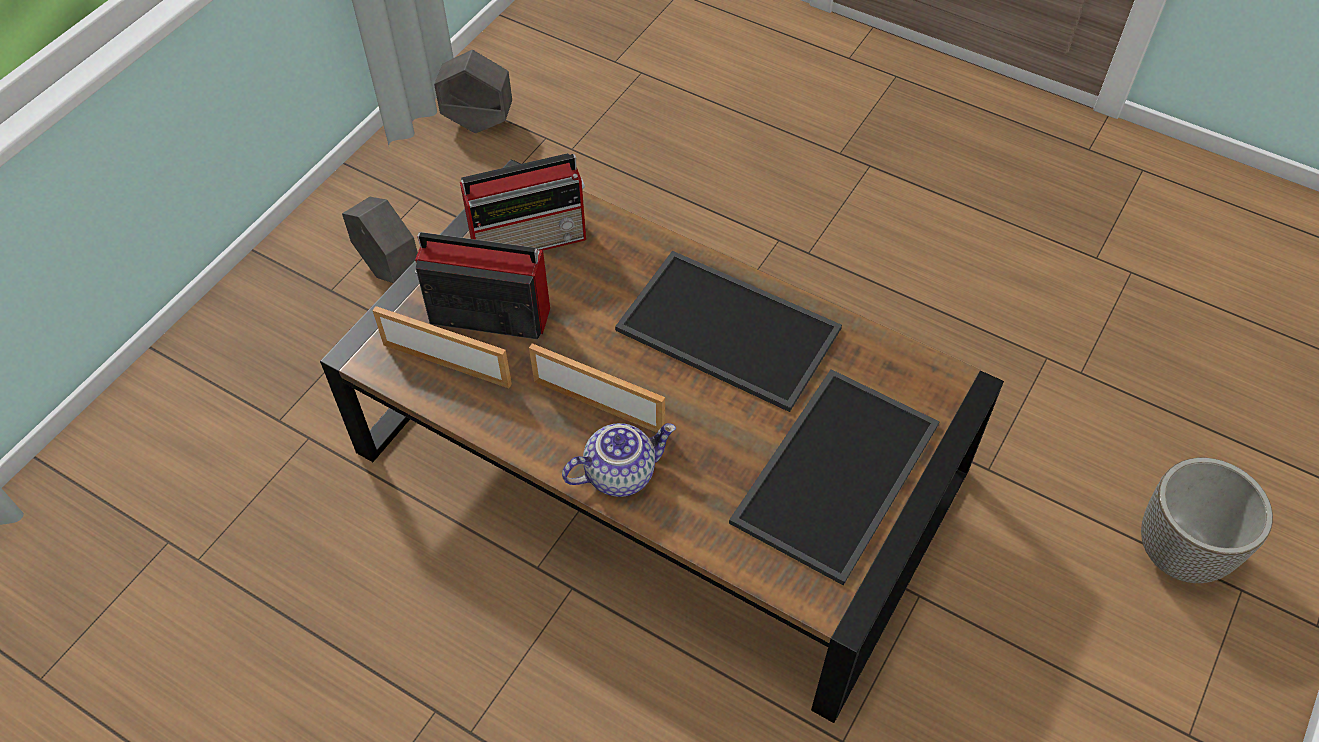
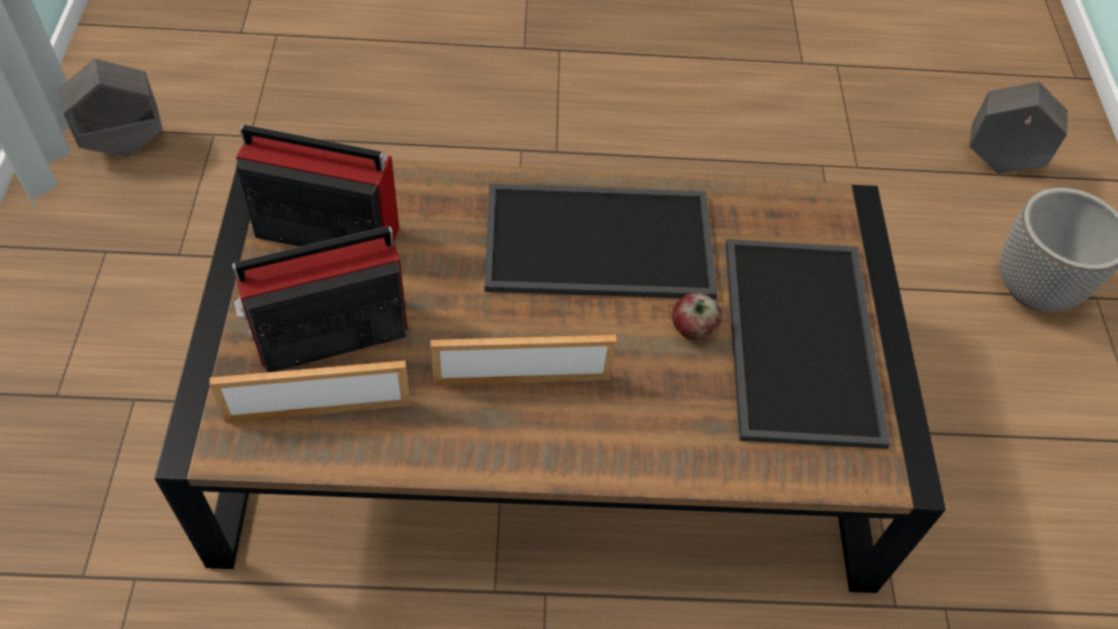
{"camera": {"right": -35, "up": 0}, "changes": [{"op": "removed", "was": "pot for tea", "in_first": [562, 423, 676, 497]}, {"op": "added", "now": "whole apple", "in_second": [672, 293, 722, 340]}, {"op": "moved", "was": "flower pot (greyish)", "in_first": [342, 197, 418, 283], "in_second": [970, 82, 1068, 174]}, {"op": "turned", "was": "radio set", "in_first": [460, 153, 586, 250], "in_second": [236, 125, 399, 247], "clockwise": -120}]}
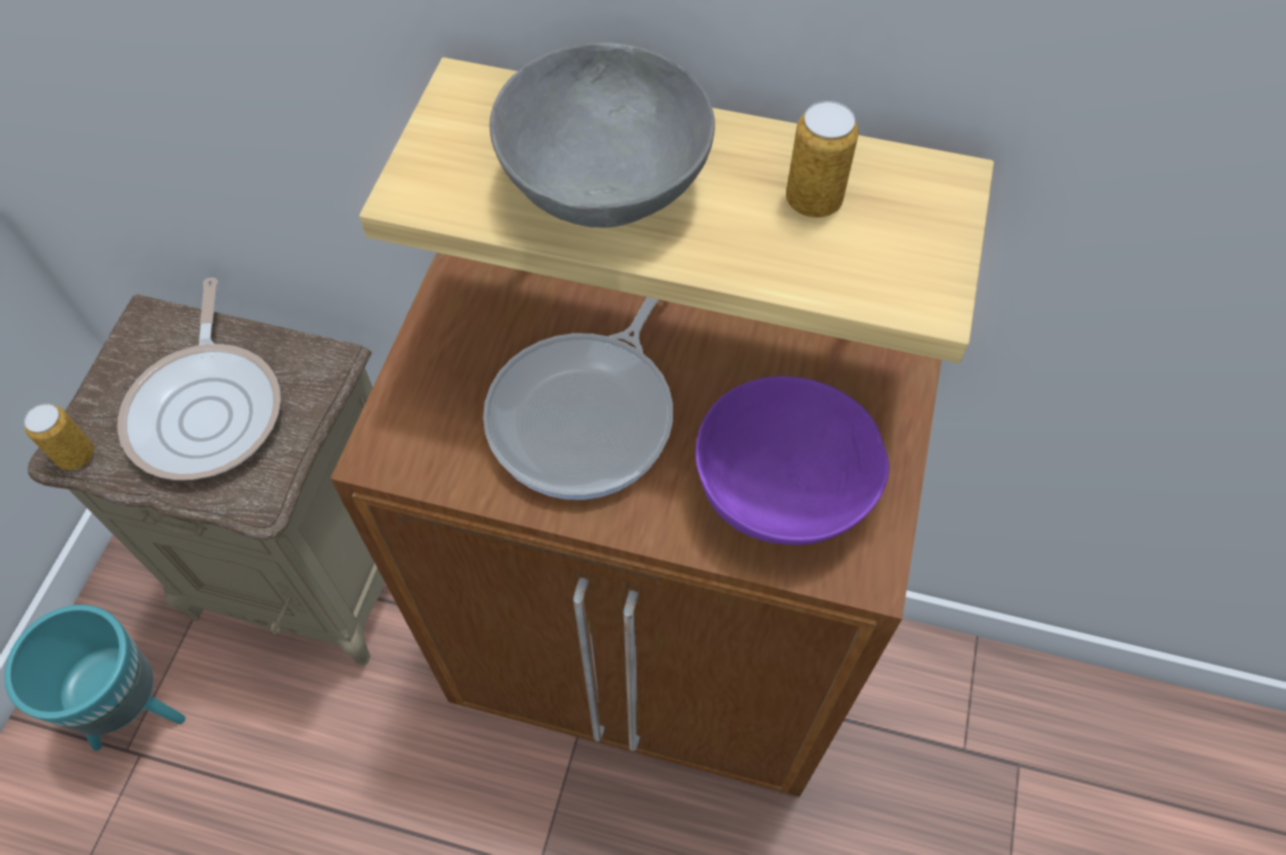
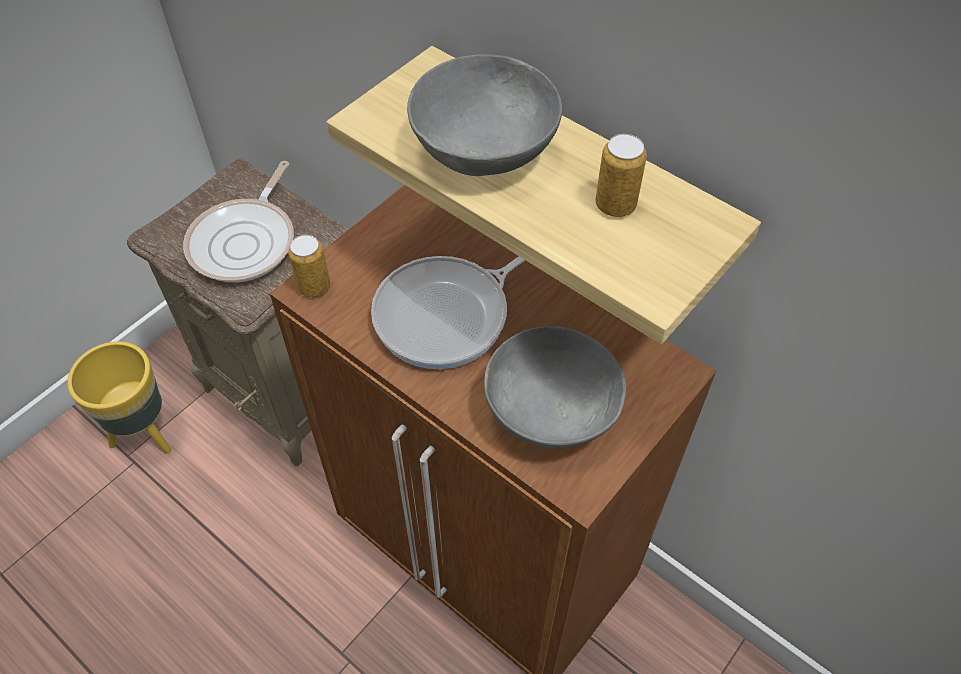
{"camera": {"right": 25, "up": -5}, "changes": [{"op": "moved", "was": "sealed can", "in_first": [24, 404, 94, 470], "in_second": [288, 235, 330, 297]}, {"op": "recoloured", "was": "flower pot (turquoise)", "now": "flower pot (yellow)", "in_first": [4, 605, 185, 751], "in_second": [67, 341, 171, 454]}, {"op": "recoloured", "was": "bowl (purple)", "now": "bowl (greyish)", "in_first": [695, 376, 889, 545], "in_second": [484, 326, 626, 448]}]}
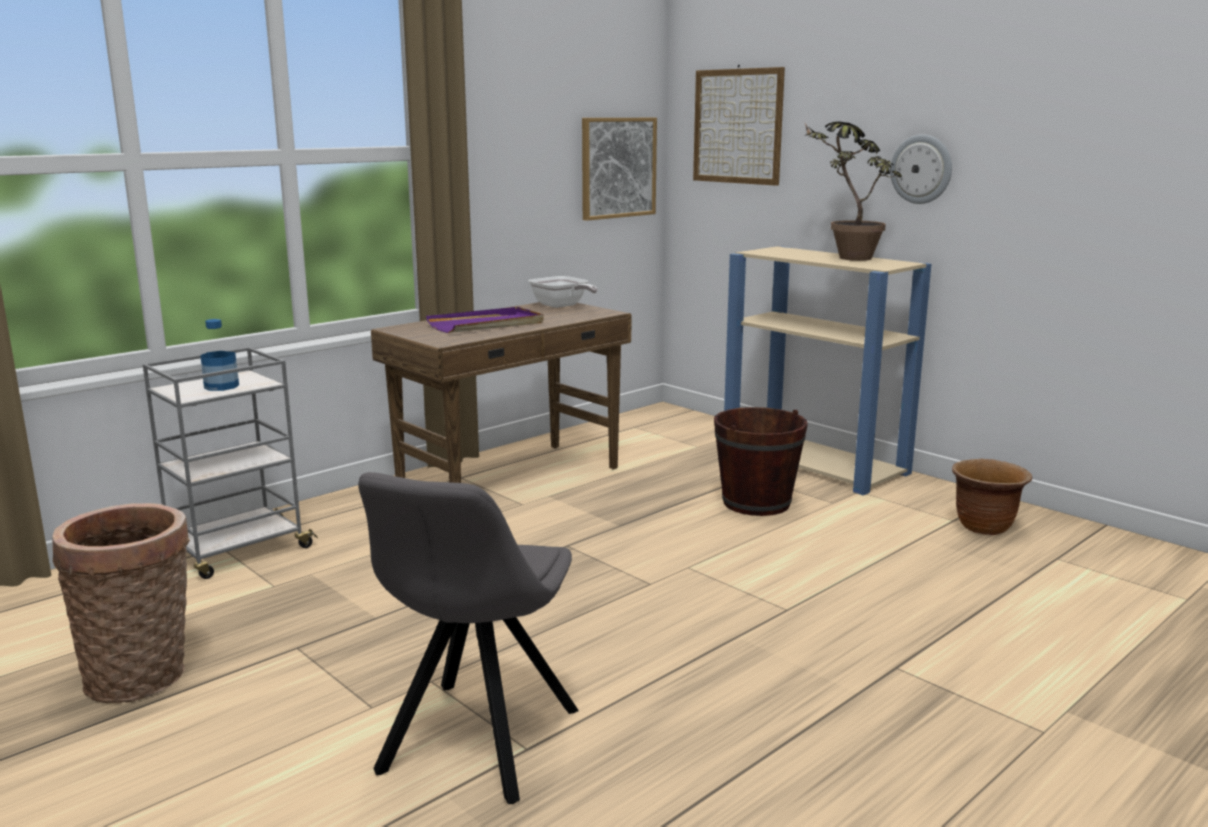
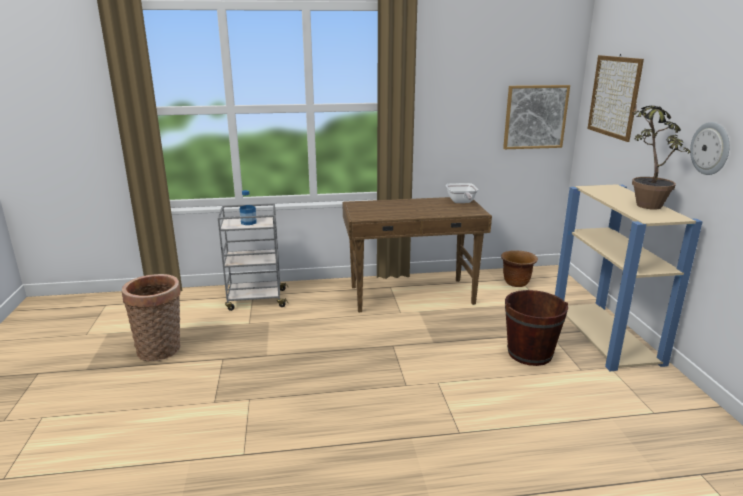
{"camera": {"right": 35, "up": 5}, "changes": [{"op": "removed", "was": "upright chair (greyish)", "in_first": [358, 472, 579, 804]}, {"op": "removed", "was": "tray (purple)", "in_first": [426, 307, 544, 333]}, {"op": "moved", "was": "flower pot (brown-coloured)", "in_first": [952, 459, 1032, 535], "in_second": [501, 250, 538, 287]}]}
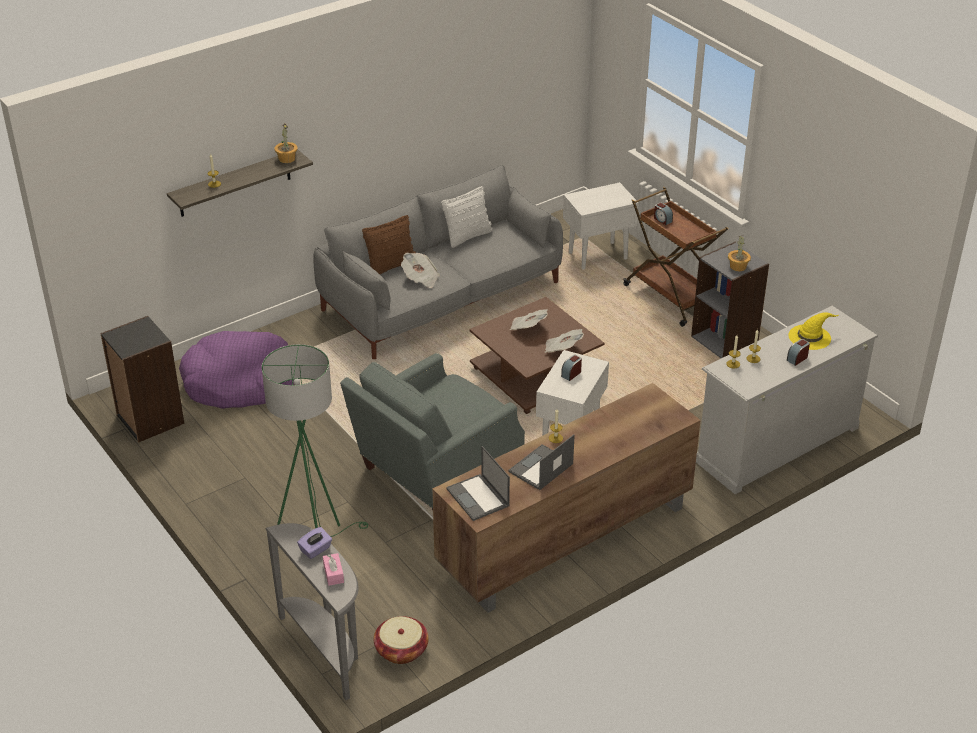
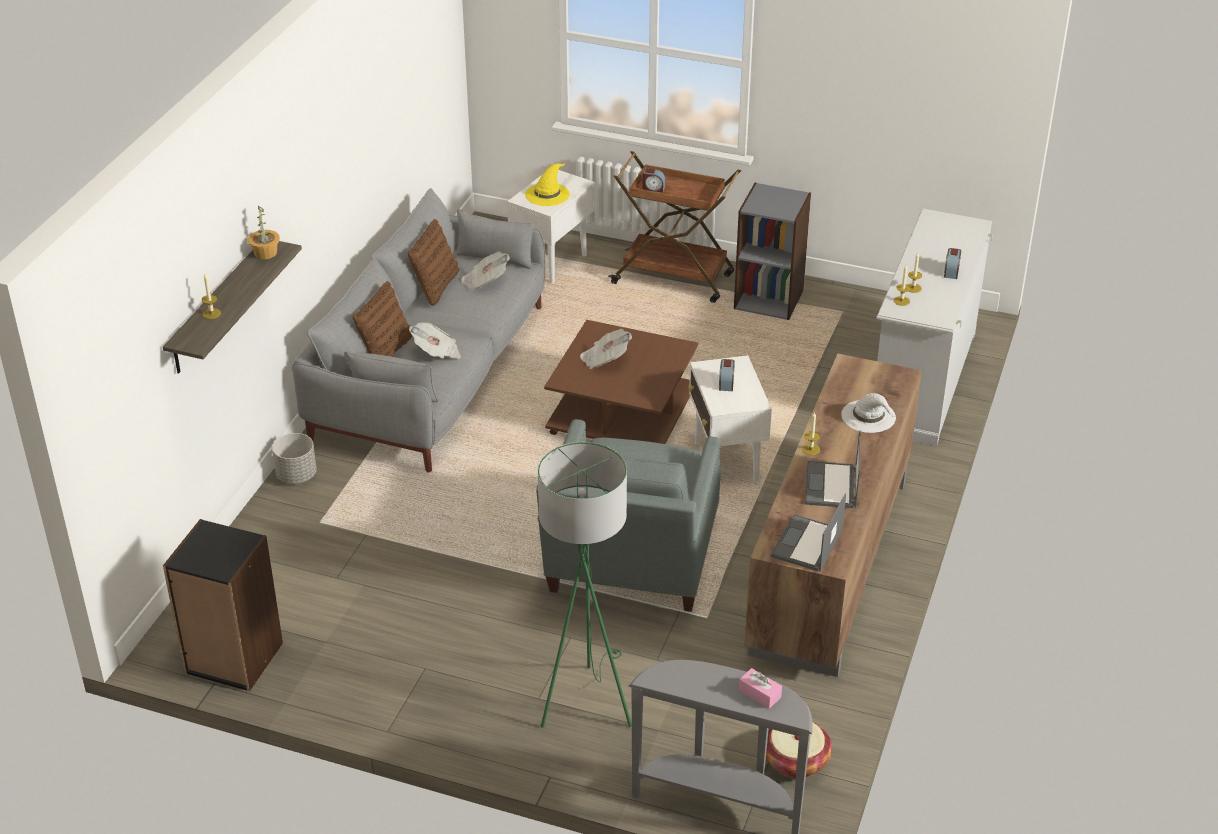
{"camera": {"right": -35, "up": 0}, "changes": [{"op": "removed", "was": "dog bed (purple)", "in_first": [179, 331, 295, 409]}, {"op": "removed", "was": "tissue holder (purple)", "in_first": [297, 527, 332, 559]}, {"op": "removed", "was": "plant in a pot", "in_first": [728, 236, 751, 271]}, {"op": "added", "now": "flower pot (greyish)", "in_second": [272, 433, 317, 484]}, {"op": "added", "now": "hat (white-coloured)", "in_second": [841, 393, 896, 433]}, {"op": "moved", "was": "printed paper", "in_first": [545, 329, 584, 353], "in_second": [461, 251, 510, 291]}, {"op": "moved", "was": "hat (yellow)", "in_first": [788, 312, 839, 350], "in_second": [525, 163, 570, 206]}, {"op": "recoloured", "was": "pillow (white-coloured)", "now": "pillow (brown-coloured)", "in_first": [441, 186, 493, 248], "in_second": [407, 219, 460, 306]}, {"op": "turned", "was": "laptop", "in_first": [446, 446, 510, 521], "in_second": [771, 493, 846, 572], "clockwise": 90}]}
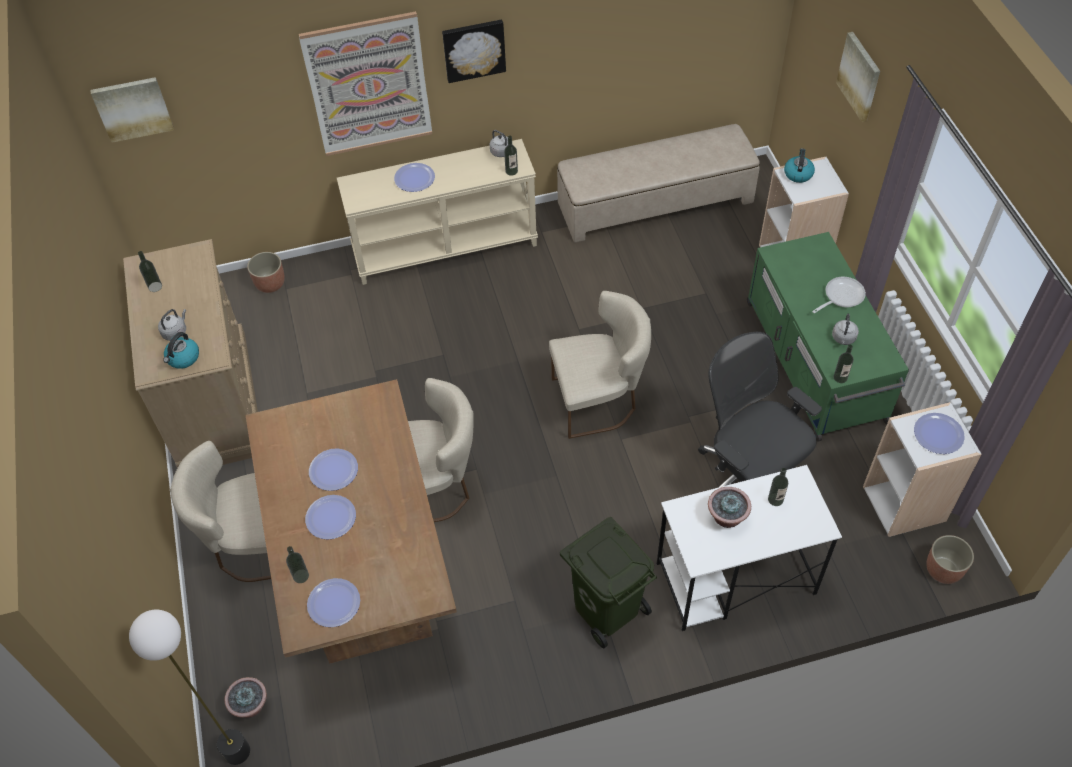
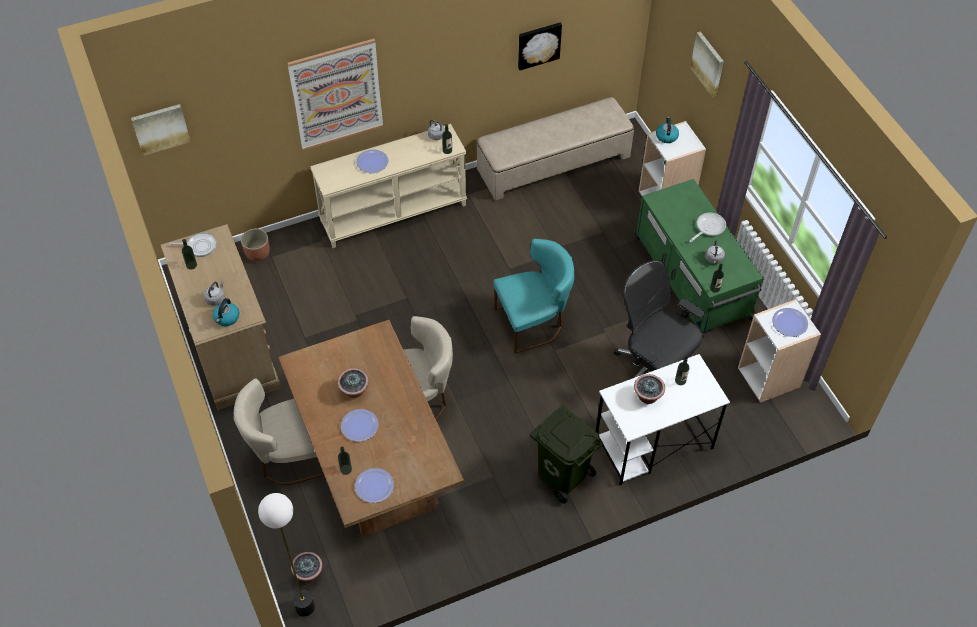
{"camera": {"right": -10, "up": 0}, "changes": [{"op": "removed", "was": "flower pot", "in_first": [926, 535, 974, 584]}, {"op": "added", "now": "pan", "in_second": [169, 232, 217, 257]}, {"op": "moved", "was": "wall art", "in_first": [442, 20, 506, 83], "in_second": [518, 23, 562, 70]}, {"op": "replaced", "was": "flat dish", "now": "plant in a pot", "in_first": [309, 448, 358, 491], "in_second": [338, 368, 369, 398]}, {"op": "recoloured", "was": "upright chair (beige)", "now": "upright chair (turquoise)", "in_first": [549, 291, 651, 439], "in_second": [494, 239, 574, 353]}]}
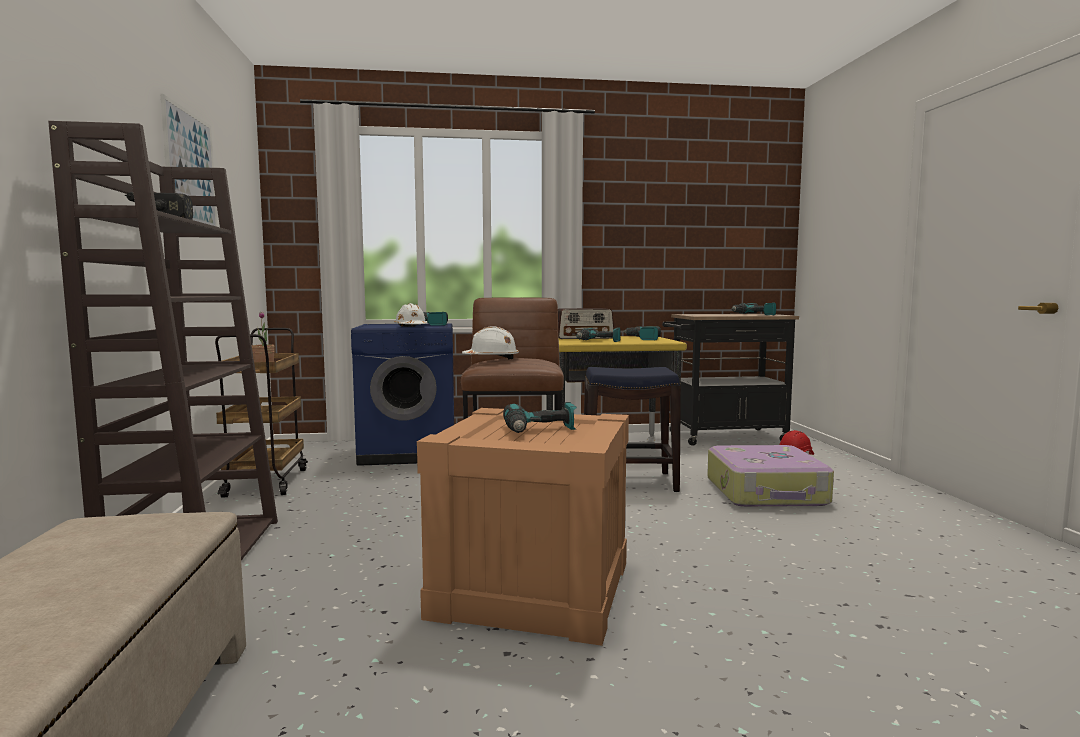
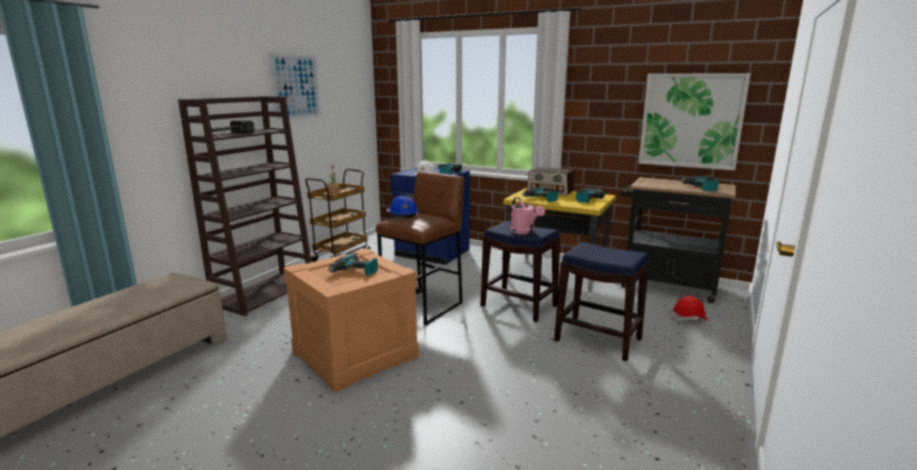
{"camera": {"right": 35, "up": 10}, "changes": [{"op": "added", "now": "sprinkling can (pinkish)", "in_second": [510, 197, 545, 234]}, {"op": "added", "now": "wall art", "in_second": [639, 73, 751, 170]}, {"op": "replaced", "was": "travel case", "now": "sitting stool", "in_first": [707, 445, 834, 507], "in_second": [554, 242, 649, 362]}, {"op": "recoloured", "was": "work helmet (white-coloured)", "now": "work helmet (bluish)", "in_first": [462, 326, 519, 359], "in_second": [386, 195, 419, 218]}]}
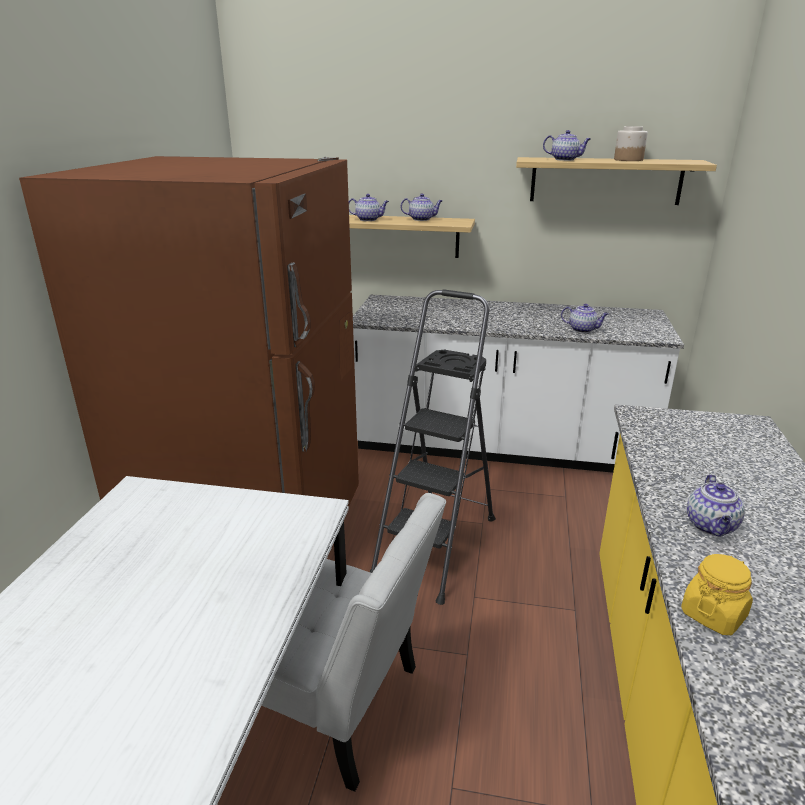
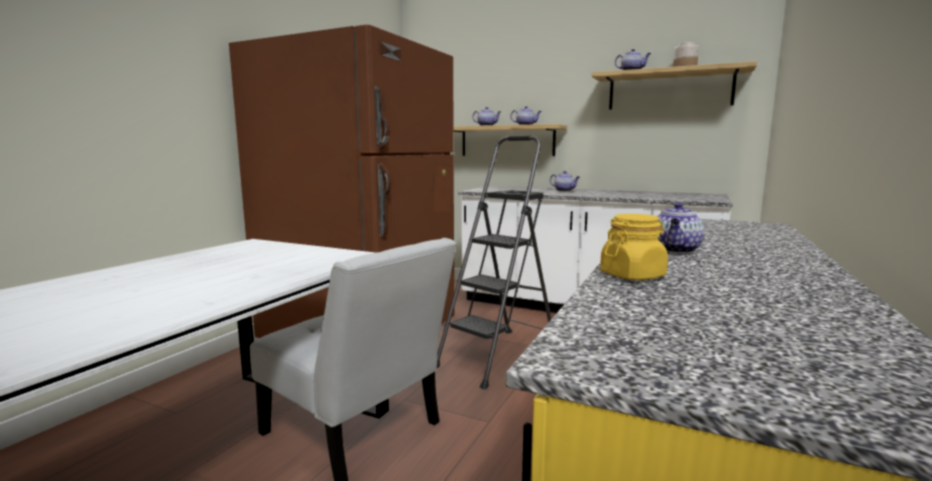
{"camera": {"right": 15, "up": -15}, "changes": [{"op": "moved", "was": "pot for tea", "in_first": [561, 304, 609, 333], "in_second": [550, 171, 580, 191]}]}
